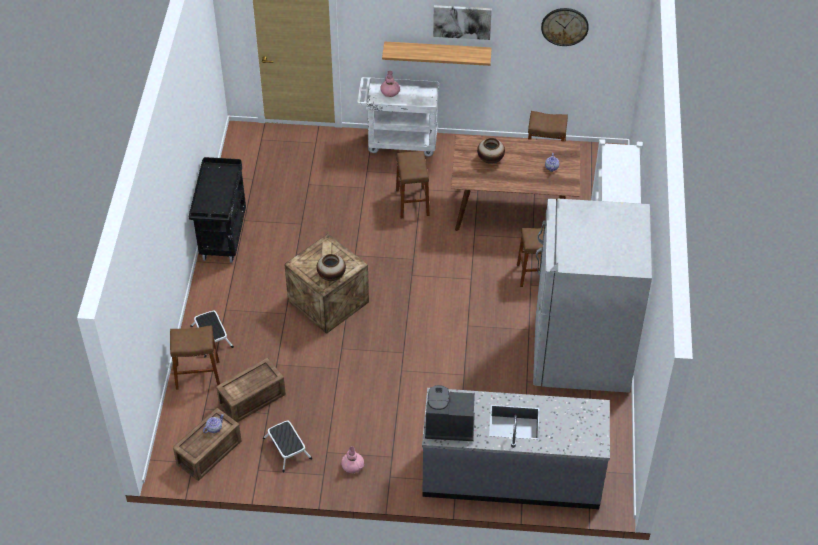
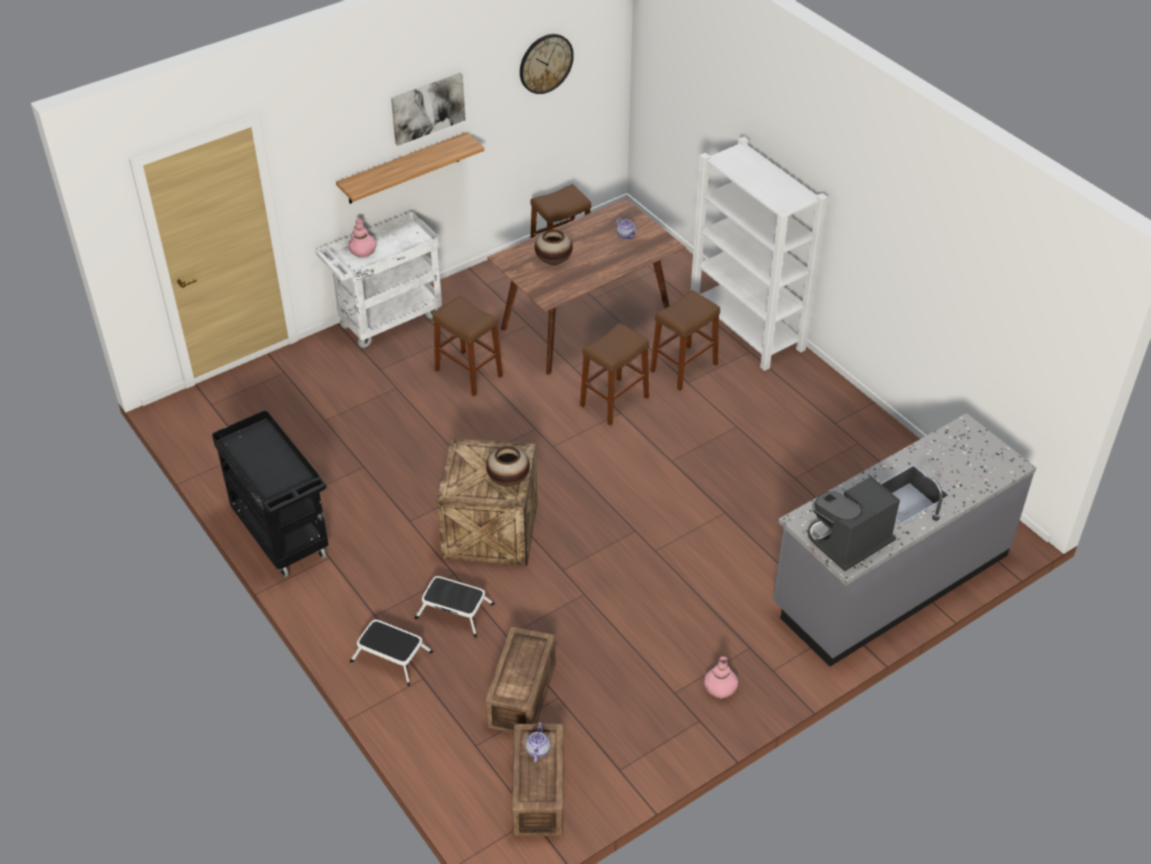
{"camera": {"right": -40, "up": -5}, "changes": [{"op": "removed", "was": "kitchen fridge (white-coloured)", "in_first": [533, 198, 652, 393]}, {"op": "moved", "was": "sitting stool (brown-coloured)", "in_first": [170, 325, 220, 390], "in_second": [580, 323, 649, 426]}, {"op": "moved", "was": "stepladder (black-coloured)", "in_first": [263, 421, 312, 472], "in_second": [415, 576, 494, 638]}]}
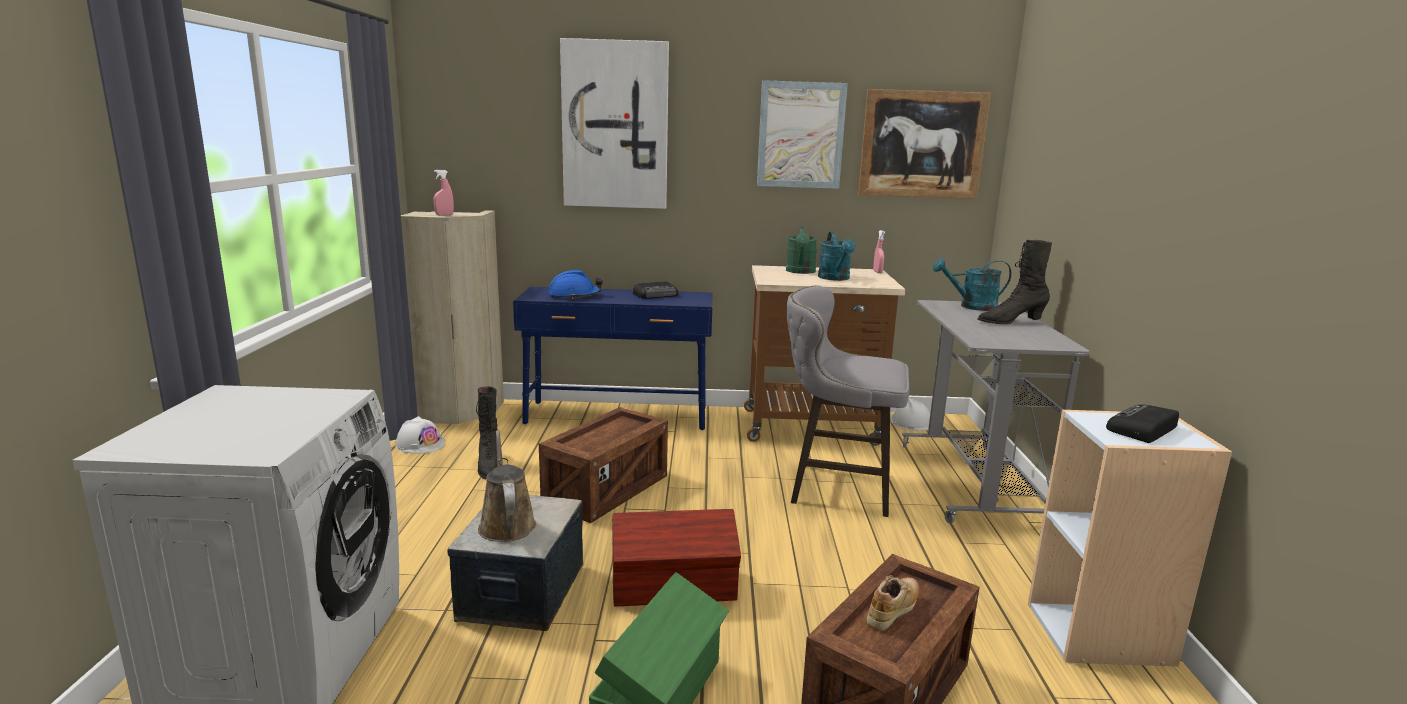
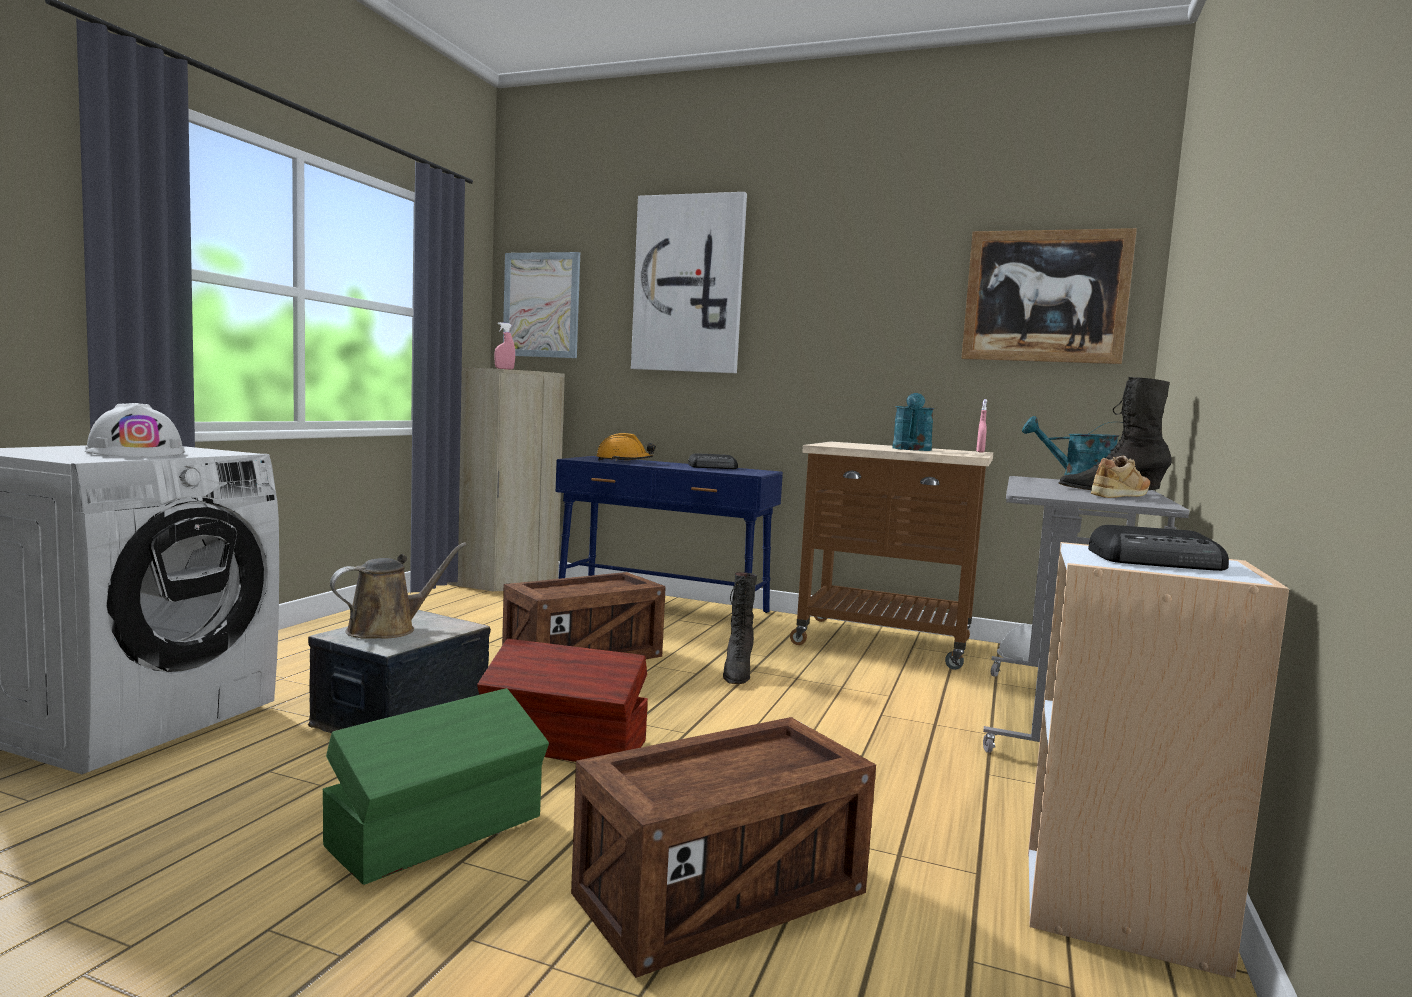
{"camera": {"right": 20, "up": -10}, "changes": [{"op": "removed", "was": "sprinkling can (green)", "in_first": [786, 227, 817, 274]}, {"op": "removed", "was": "sitting stool (greyish)", "in_first": [786, 285, 909, 517]}, {"op": "moved", "was": "work helmet (white-coloured)", "in_first": [395, 416, 445, 454], "in_second": [85, 403, 185, 457]}, {"op": "moved", "was": "high-top boot (black-coloured)", "in_first": [476, 387, 498, 479], "in_second": [723, 572, 757, 684]}, {"op": "moved", "was": "wall art", "in_first": [757, 80, 848, 189], "in_second": [503, 252, 580, 358]}, {"op": "moved", "was": "item of footwear (beige)", "in_first": [866, 575, 919, 631], "in_second": [1091, 456, 1150, 498]}, {"op": "recoloured", "was": "work helmet (bluish)", "now": "work helmet (orangey)", "in_first": [548, 270, 603, 299], "in_second": [596, 433, 656, 461]}, {"op": "turned", "was": "sprinkling can (brown-coloured)", "in_first": [478, 430, 536, 542], "in_second": [330, 542, 467, 639], "clockwise": 45}, {"op": "turned", "was": "radio set", "in_first": [1106, 404, 1179, 443], "in_second": [1088, 525, 1229, 571], "clockwise": -150}]}
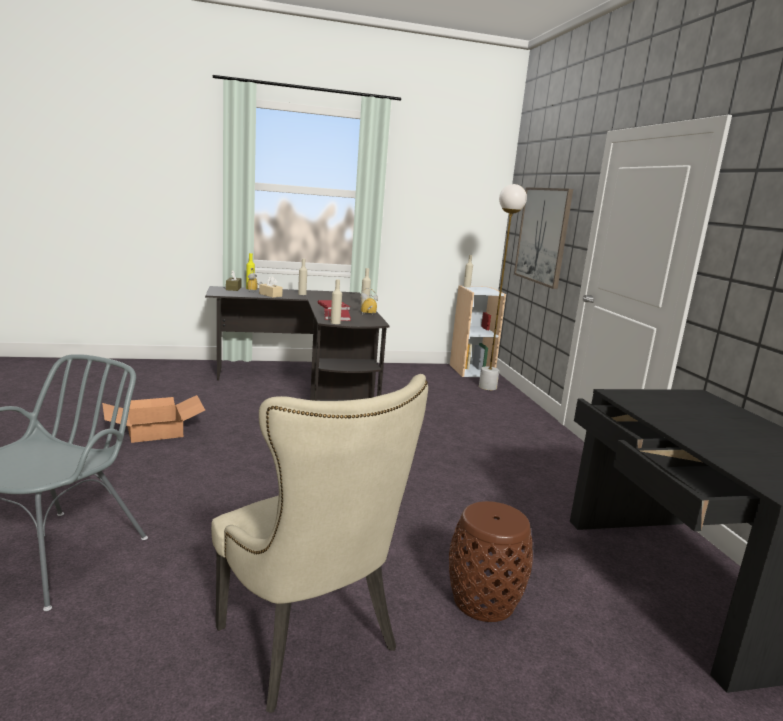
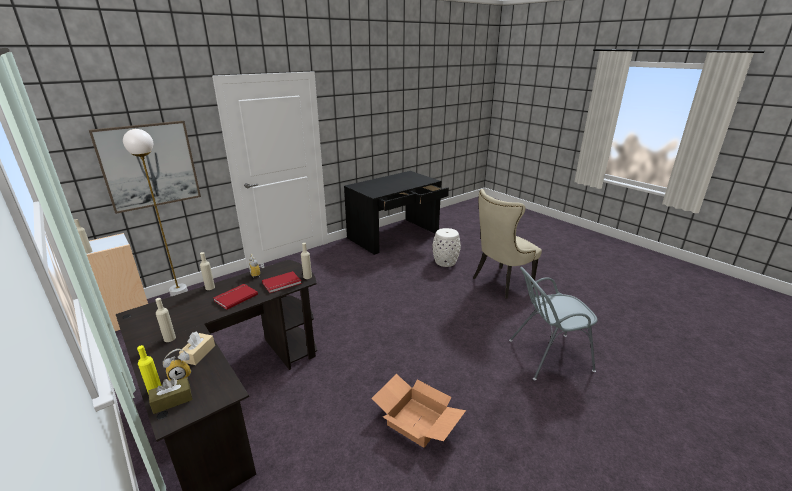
{"camera": {"right": -115, "up": 10}, "changes": [{"op": "recoloured", "was": "sitting stool (brown-coloured)", "now": "sitting stool (white-coloured)", "in_first": [449, 501, 533, 622], "in_second": [433, 228, 461, 267]}, {"op": "turned", "was": "upright chair (beige)", "in_first": [211, 374, 428, 713], "in_second": [473, 189, 542, 299], "clockwise": -150}]}
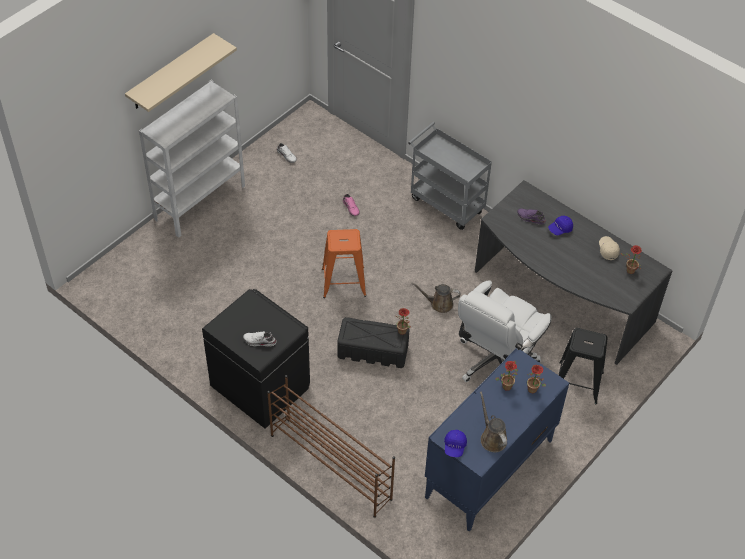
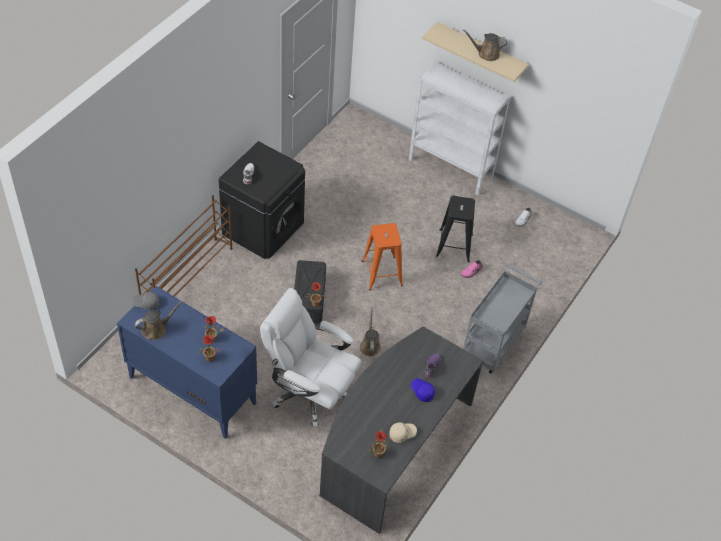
{"camera": {"right": 80, "up": 0}, "changes": [{"op": "added", "now": "sprinkling can (brown-coloured)", "in_second": [463, 30, 507, 61]}, {"op": "moved", "was": "sitting stool (black-coloured)", "in_first": [559, 328, 608, 404], "in_second": [436, 196, 475, 263]}, {"op": "recoloured", "was": "peaked cap (bluish)", "now": "peaked cap (greyish)", "in_first": [444, 430, 467, 457], "in_second": [132, 292, 160, 310]}]}
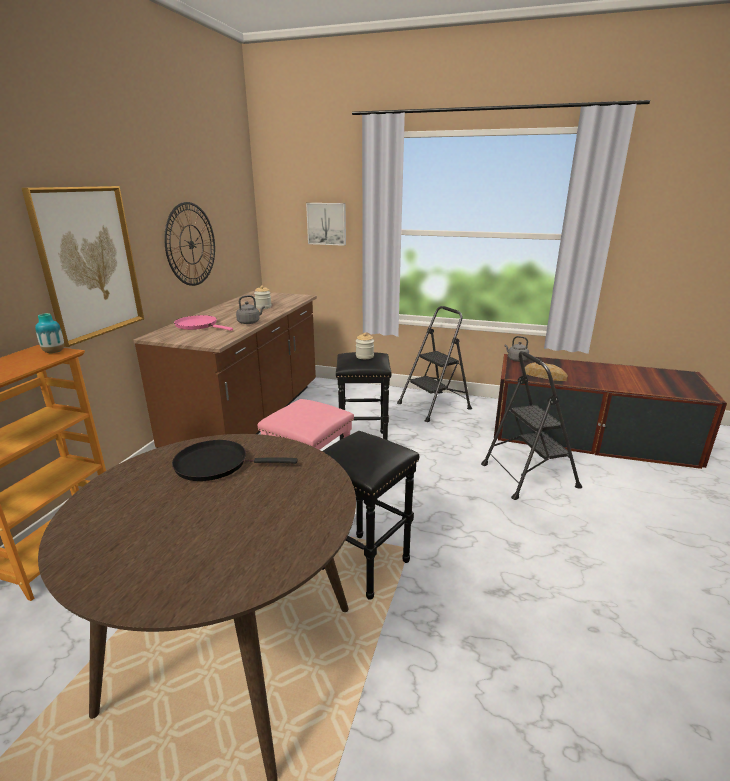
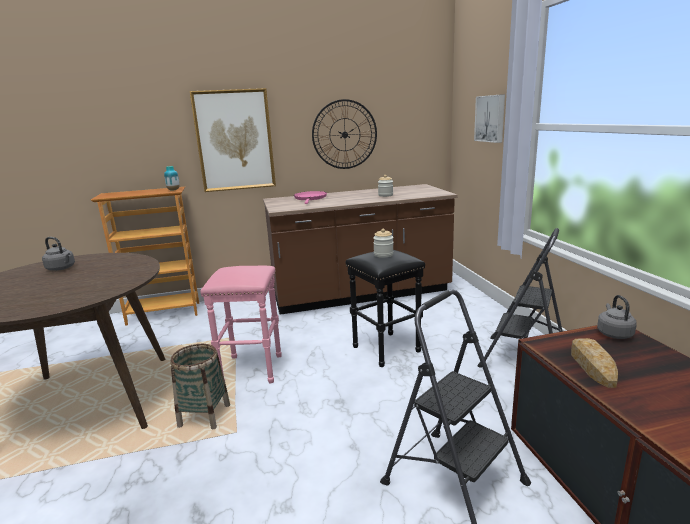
{"camera": {"right": 60, "up": -5}, "changes": [{"op": "removed", "was": "pan (black-coloured)", "in_first": [172, 440, 298, 481]}, {"op": "moved", "was": "water kettle (greyish)", "in_first": [236, 295, 265, 324], "in_second": [42, 237, 75, 271]}, {"op": "replaced", "was": "sitting stool (black-coloured)", "now": "basket", "in_first": [322, 431, 419, 600], "in_second": [170, 344, 230, 429]}]}
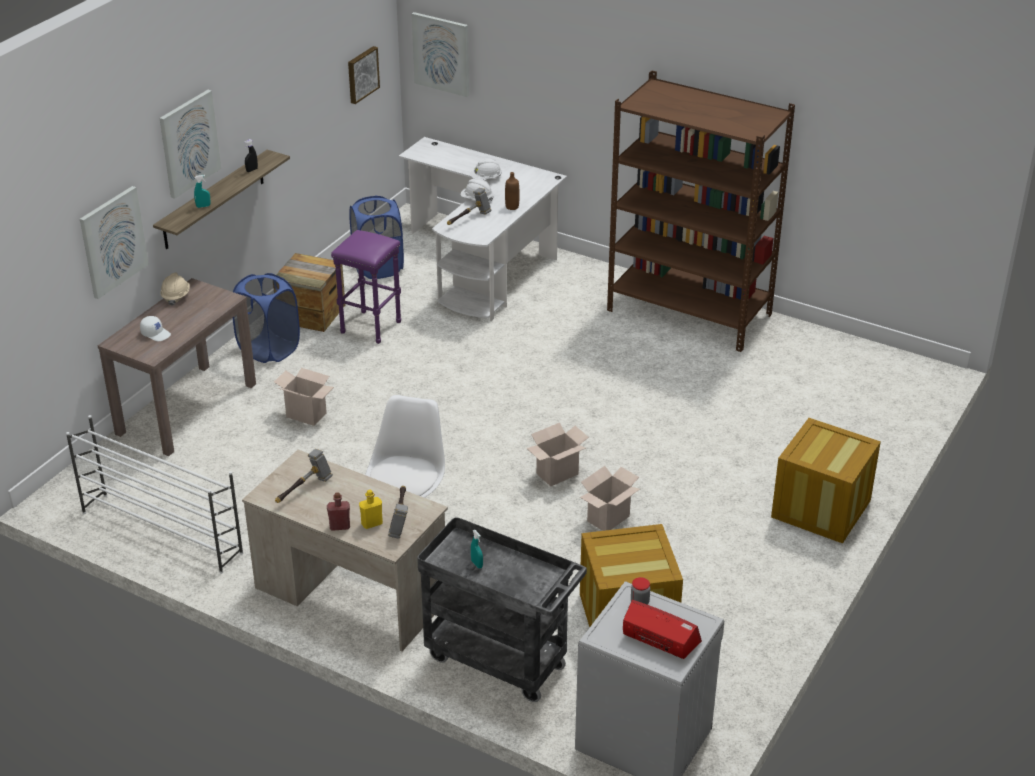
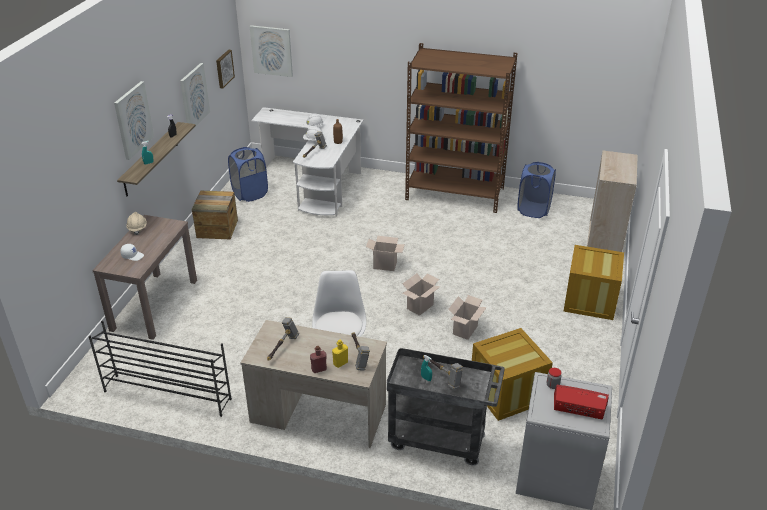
{"camera": {"right": -15, "up": 0}, "changes": [{"op": "removed", "was": "sitting stool (purple)", "in_first": [331, 230, 401, 344]}, {"op": "added", "now": "hammer", "in_second": [423, 355, 463, 390]}, {"op": "added", "now": "storage cabinet (beige)", "in_second": [587, 151, 638, 252]}, {"op": "moved", "was": "wall art", "in_first": [80, 186, 149, 299], "in_second": [180, 63, 210, 131]}, {"op": "moved", "was": "laundry basket (bluish)", "in_first": [233, 273, 300, 363], "in_second": [517, 162, 556, 218]}, {"op": "moved", "was": "carton", "in_first": [274, 368, 334, 426], "in_second": [366, 236, 405, 271]}, {"op": "recoloured", "was": "shoe shelf (white-coloured)", "now": "shoe shelf (black-coloured)", "in_first": [66, 415, 243, 574], "in_second": [88, 321, 232, 417]}]}
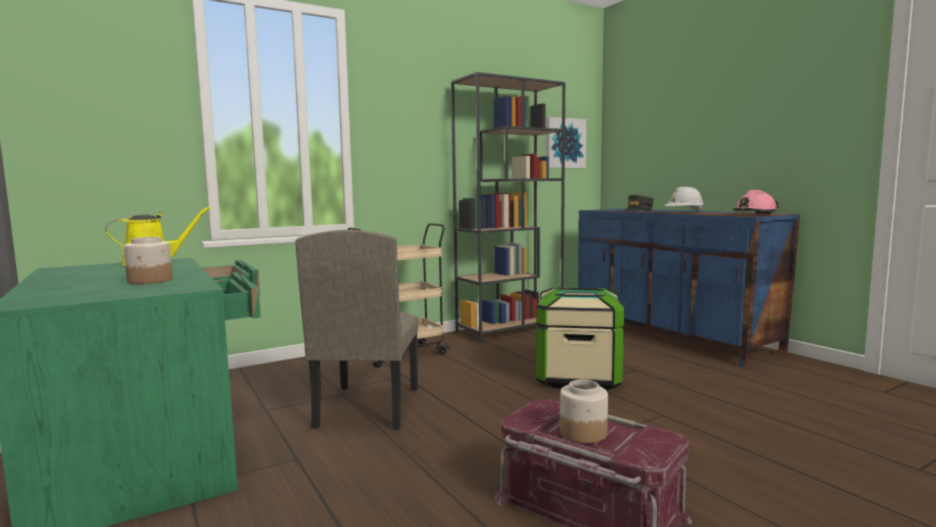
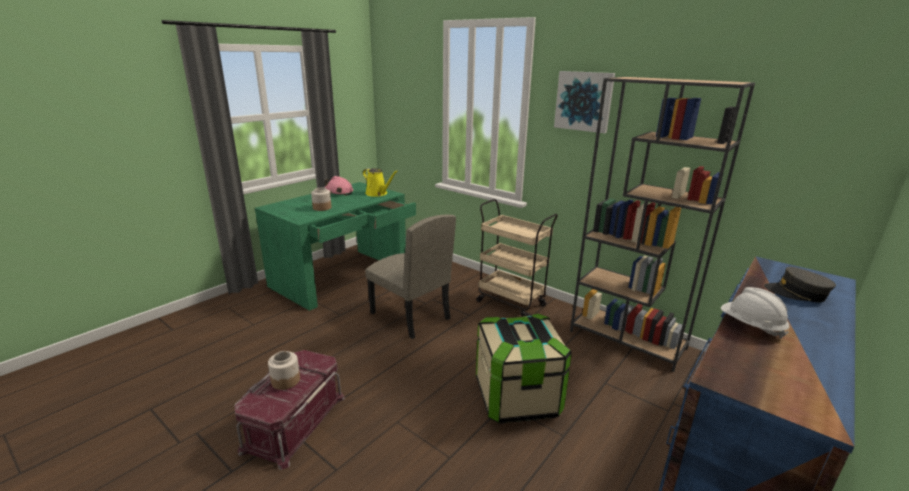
{"camera": {"right": 70, "up": 15}, "changes": [{"op": "moved", "was": "wall art", "in_first": [546, 117, 587, 168], "in_second": [554, 71, 615, 133]}, {"op": "moved", "was": "work helmet (pinkish)", "in_first": [733, 190, 779, 214], "in_second": [324, 176, 353, 196]}, {"op": "turned", "was": "upright chair (beige)", "in_first": [295, 230, 418, 430], "in_second": [365, 215, 456, 339], "clockwise": -120}]}
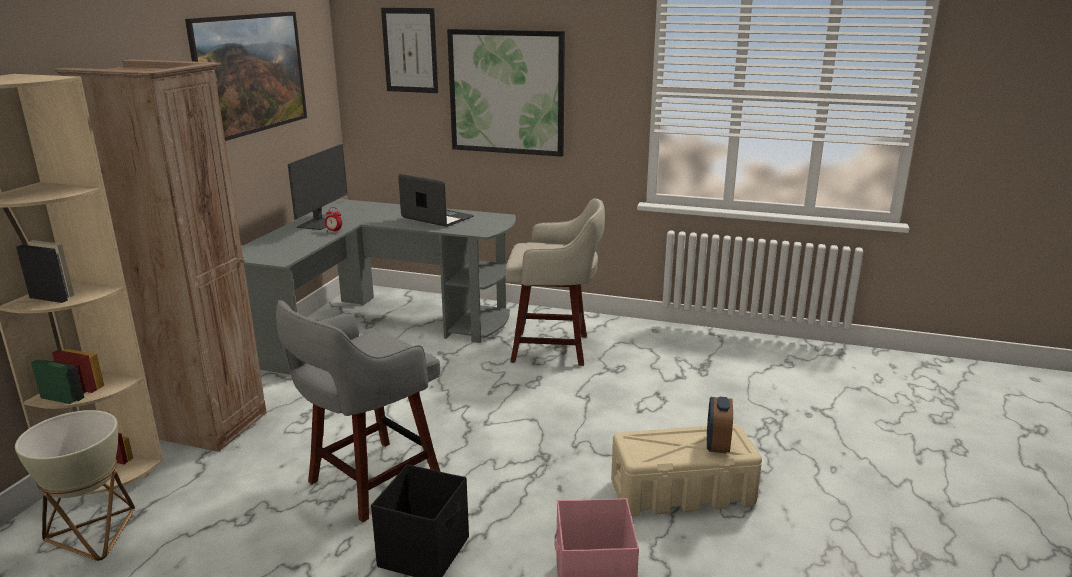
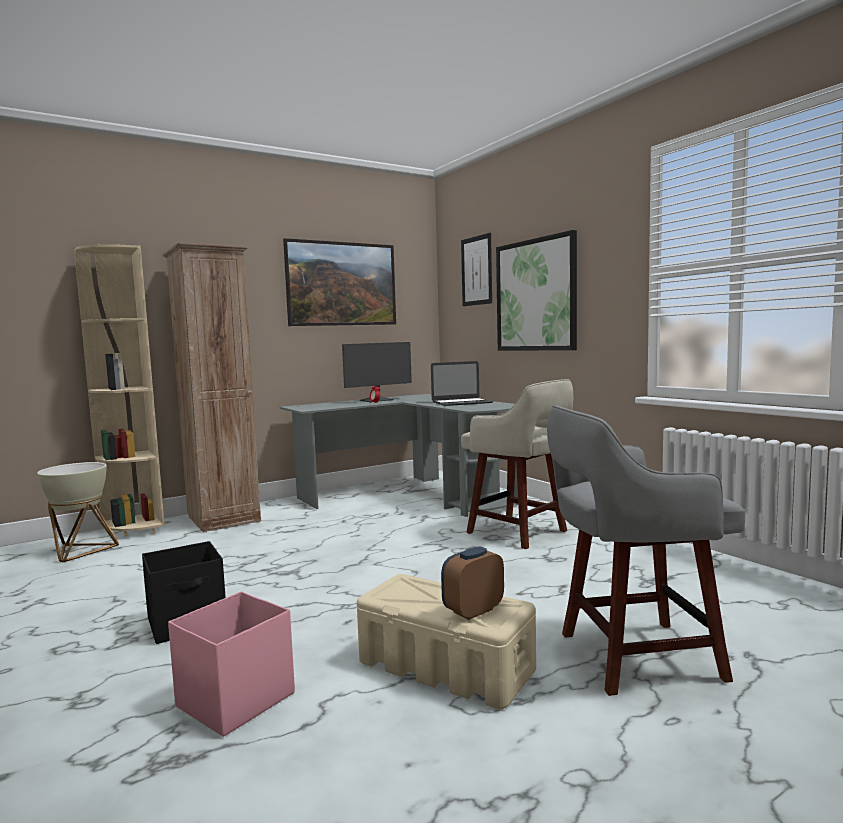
{"camera": {"right": 40, "up": -15}, "changes": [{"op": "moved", "was": "sitting stool (greyish)", "in_first": [276, 300, 440, 522], "in_second": [547, 405, 745, 696]}, {"op": "turned", "was": "laptop", "in_first": [398, 174, 474, 227], "in_second": [431, 361, 493, 406], "clockwise": 90}]}
